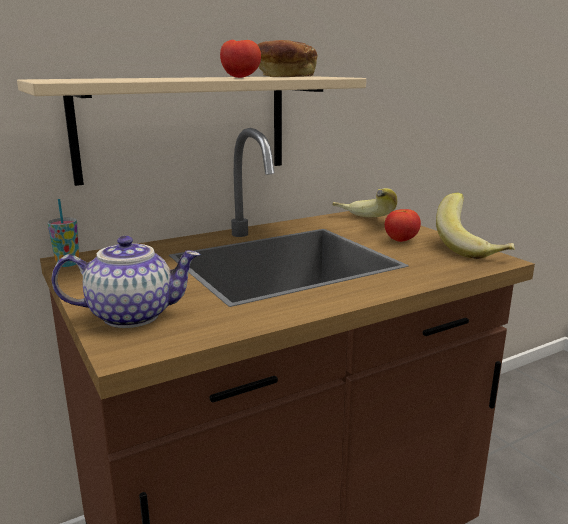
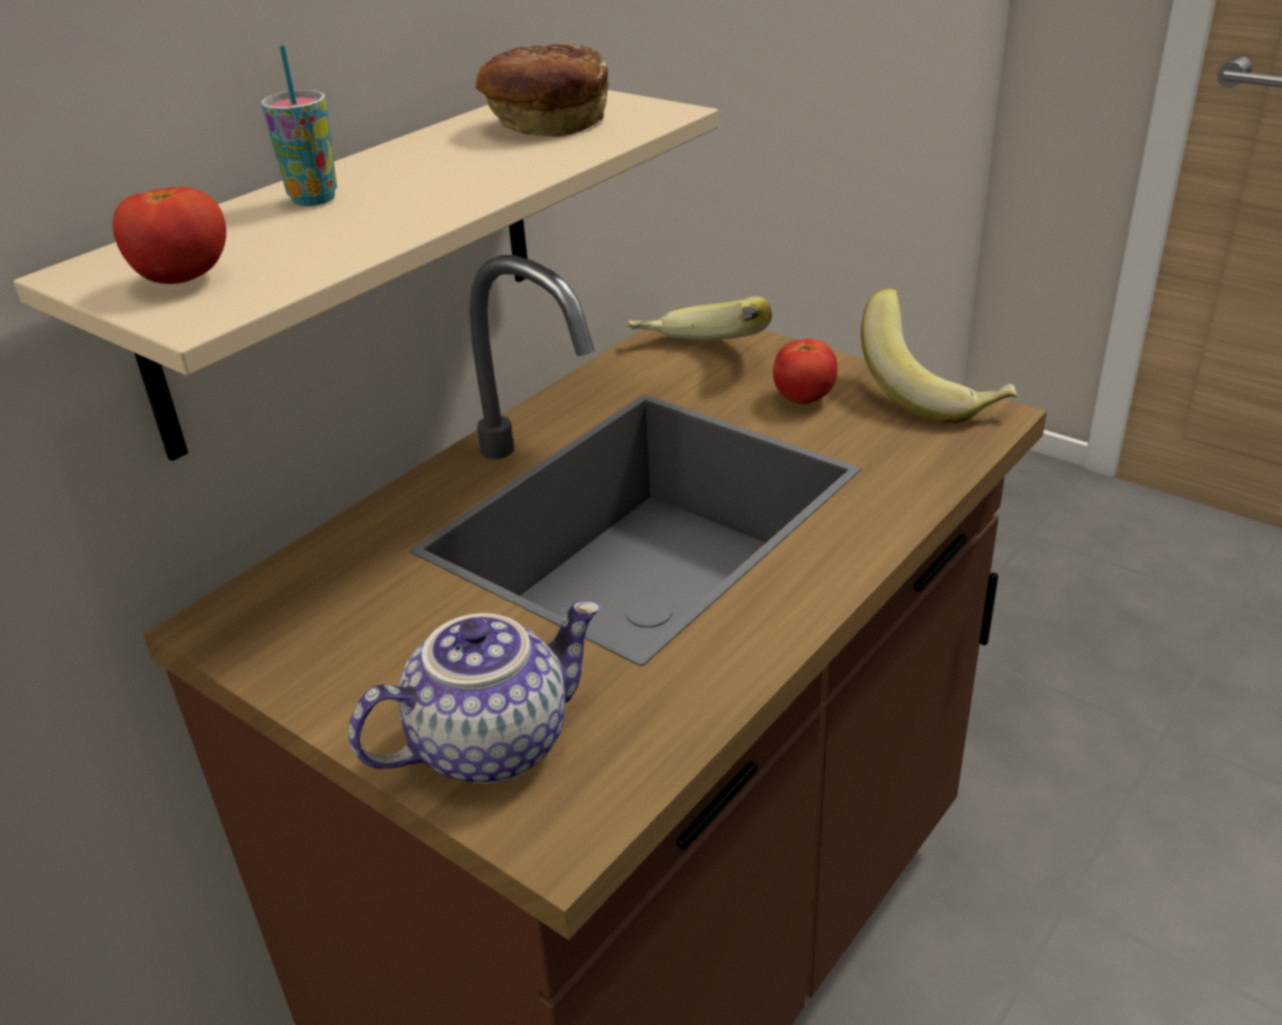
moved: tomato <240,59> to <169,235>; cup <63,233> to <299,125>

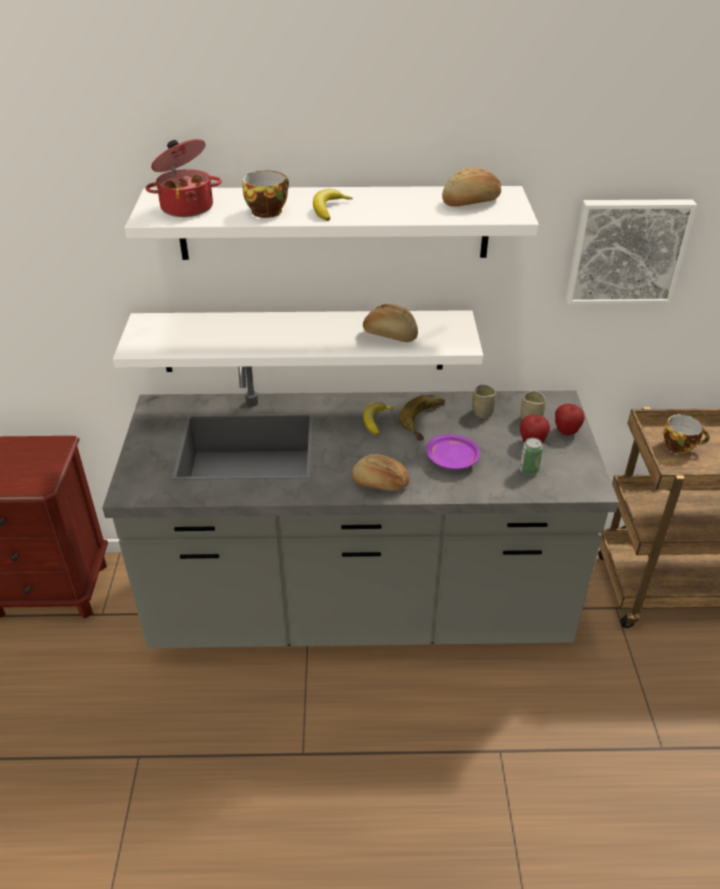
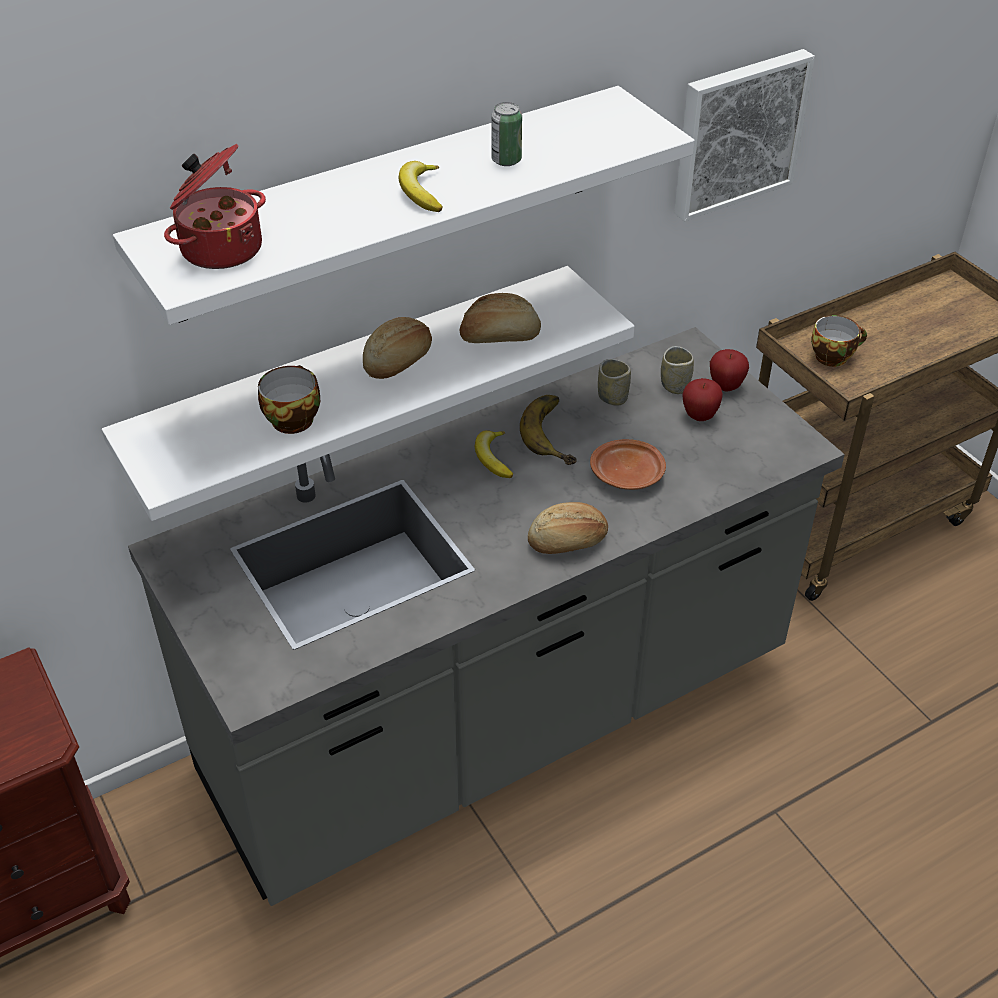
moved: cup <266,194> to <289,399>; bread <471,187> to <397,348>; can <531,456> to <506,134>
recoloured: purple_plate <453,451> to brown_plate <628,464>

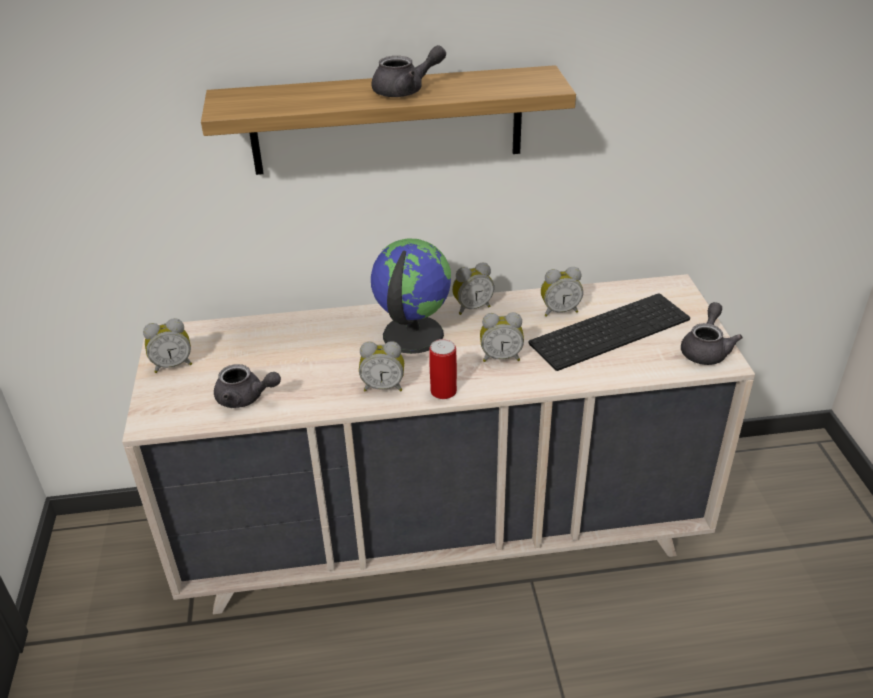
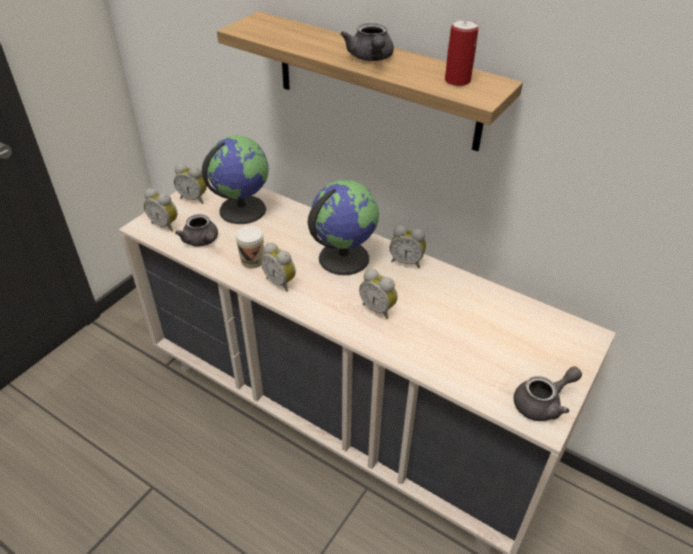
removed: keyboard <609,332>
added: globe <235,180>; cup <249,247>
moved: alarm_clock <562,292> to <160,210>; can <443,369> to <462,53>
turned: grey_teapot <409,71> = <367,42> 60 degrees clockwise

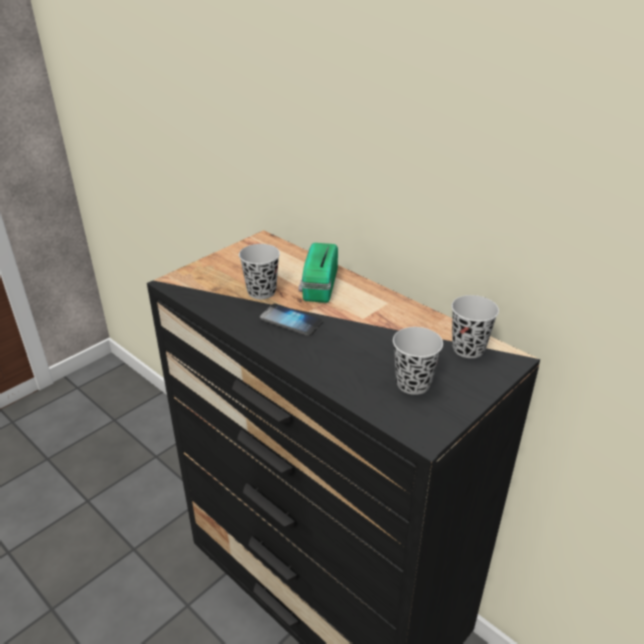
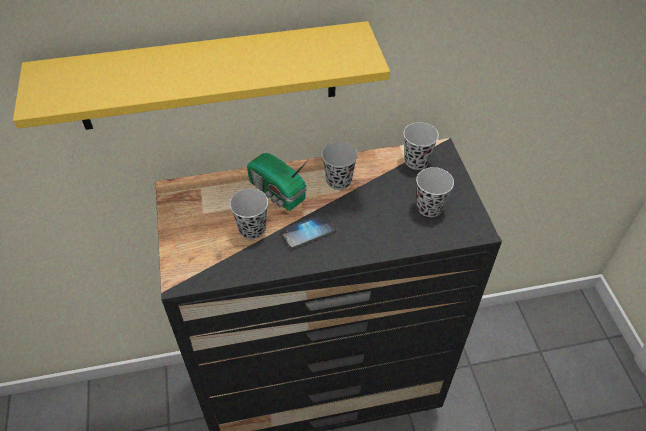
added: yellow_shelf <201,75>; black_cup <340,166>

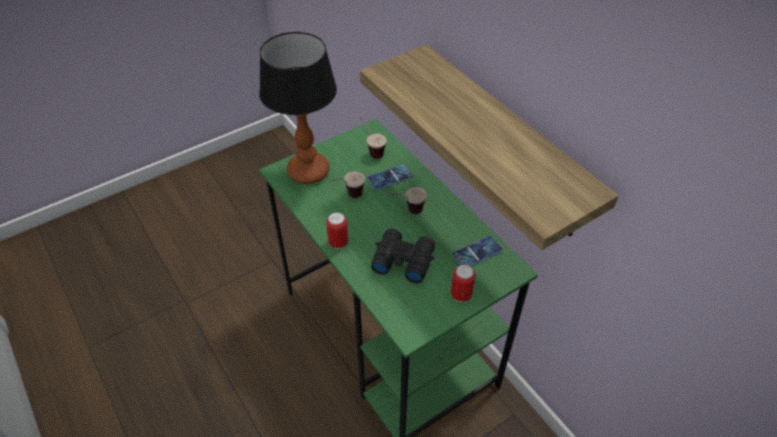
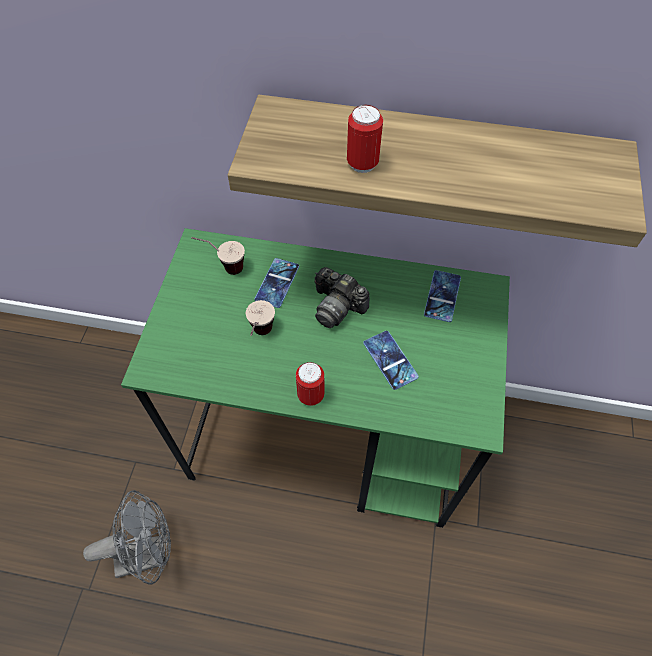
removed: table_lamp <298,108>
added: grey_fan <127,537>
moved: can <463,283> to <365,139>
replaced: cup <409,200> to photo_camera <342,297>; black_binoculars <403,256> to phone <391,360>

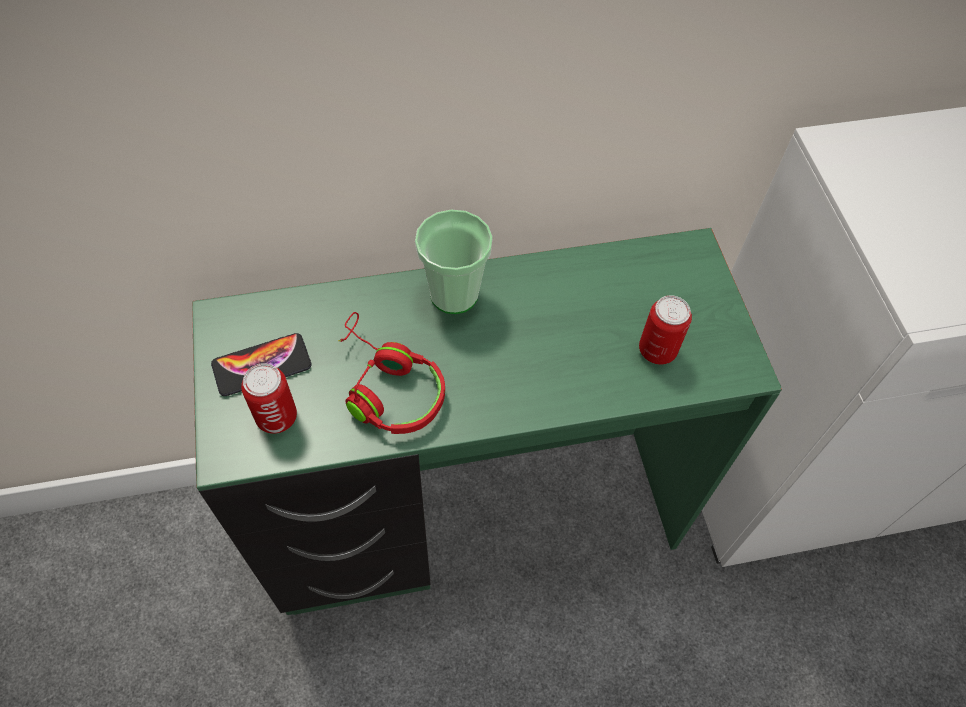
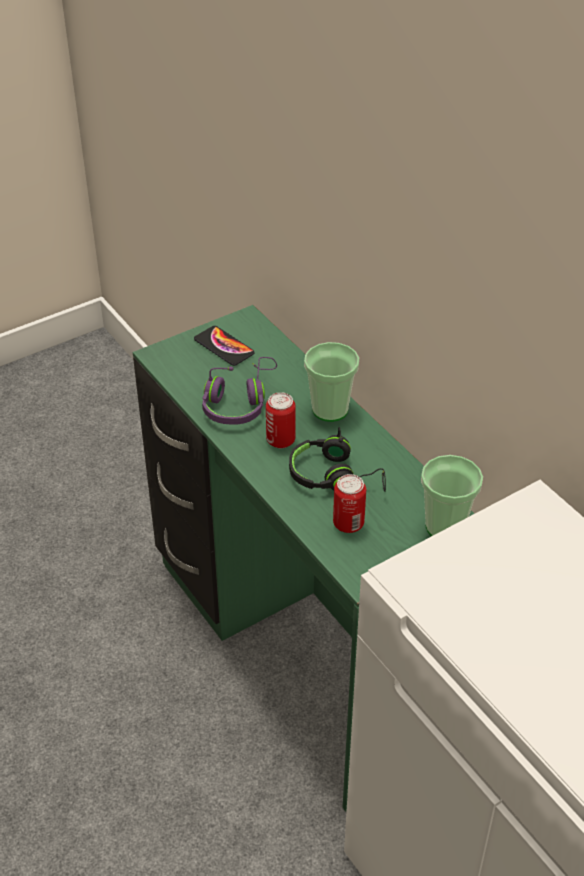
added: black_headphones <337,459>; cup <452,495>
moved: can <269,398> to <281,420>
recoloured: red_headphones <391,373> to purple_headphones <239,391>

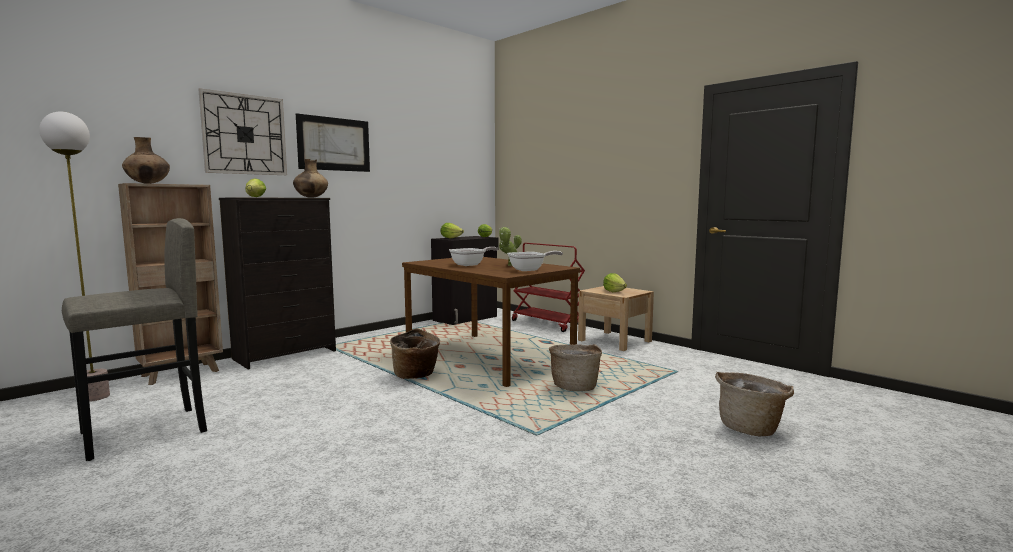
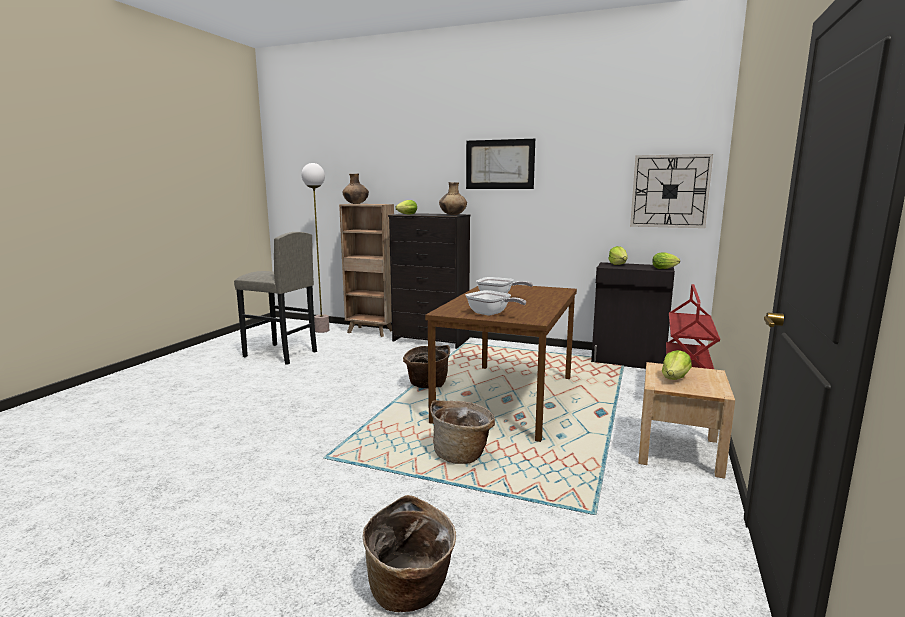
removed: potted_plant <510,246>
moved: wall_clock <242,131> to <671,191>

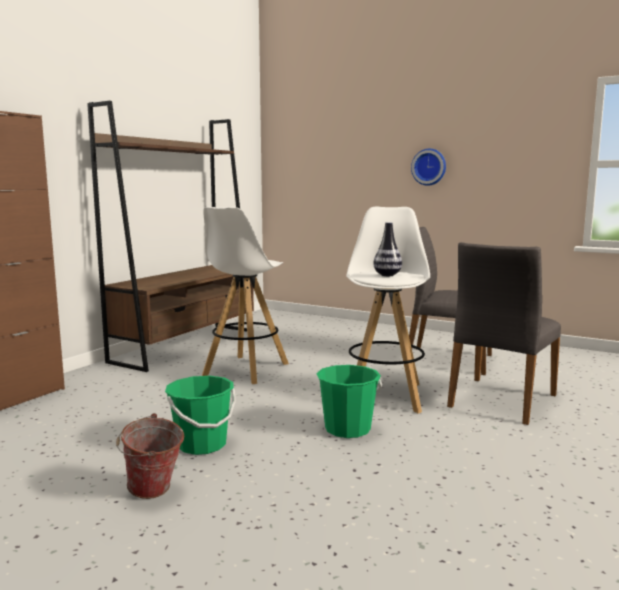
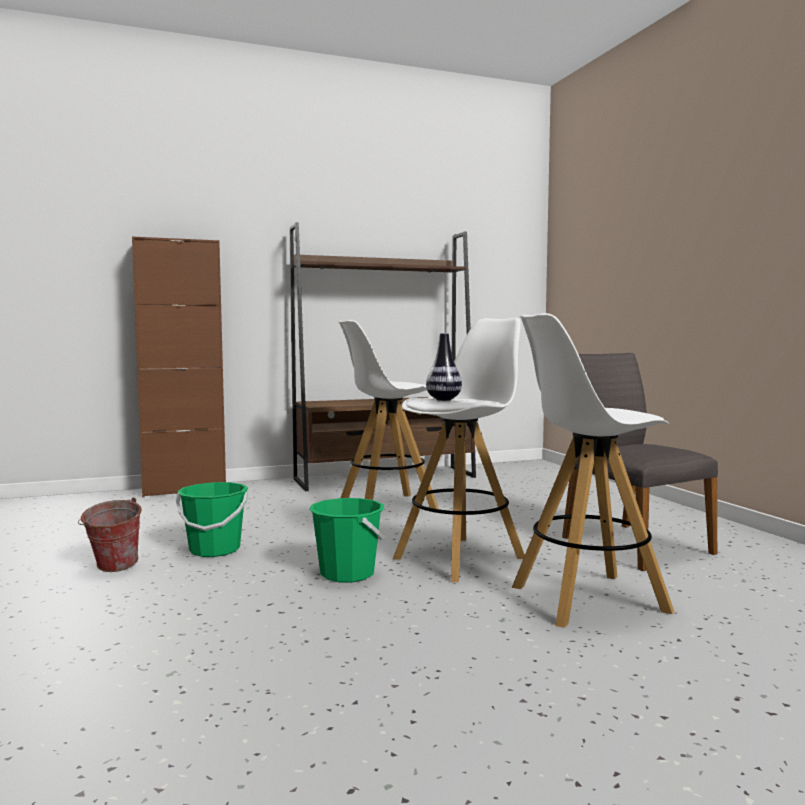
removed: wall_clock <428,167>
replaced: grey_chair <504,333> to white_stool <593,470>

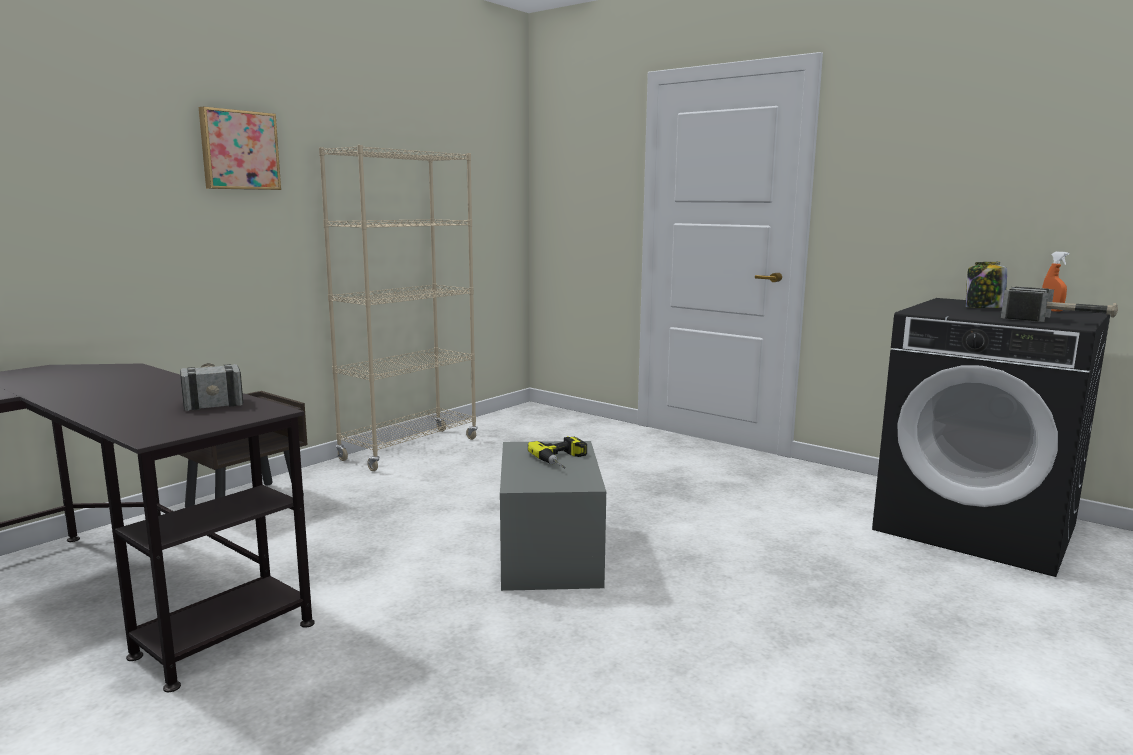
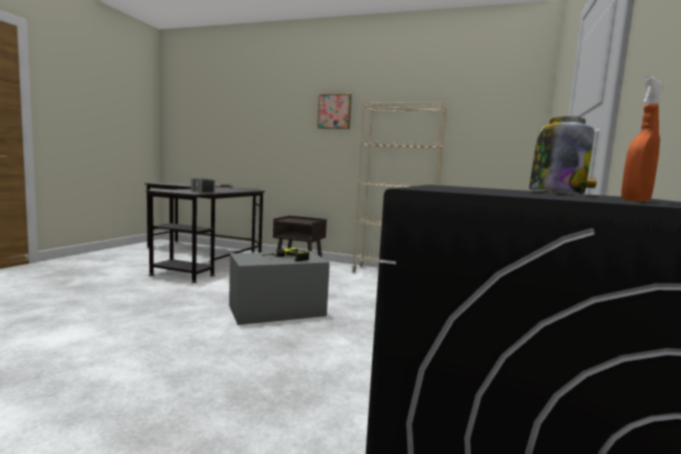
removed: hammer <1059,304>

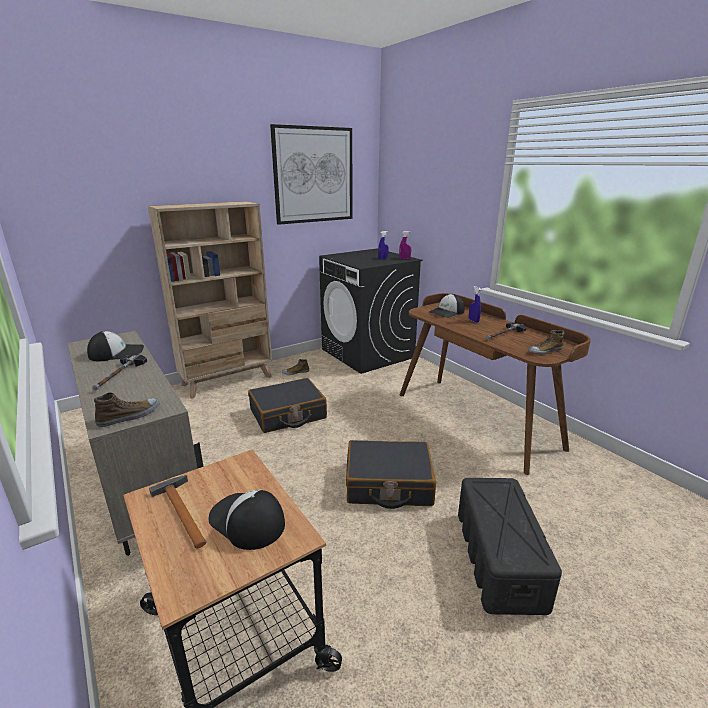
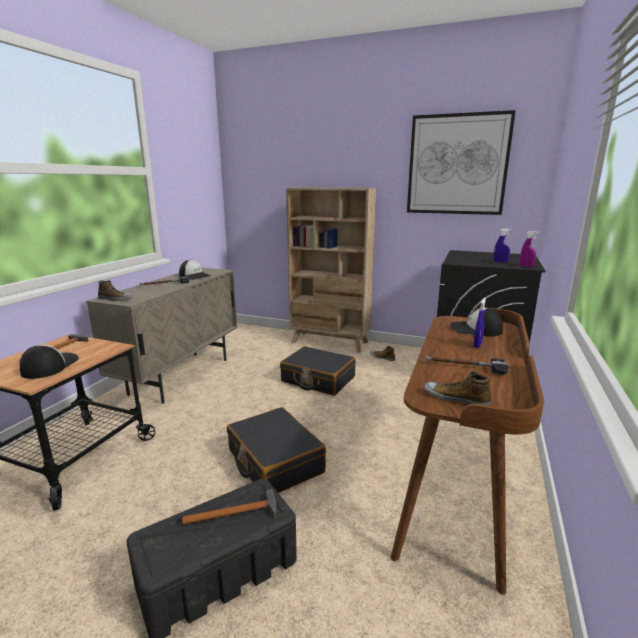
added: hammer <229,507>

